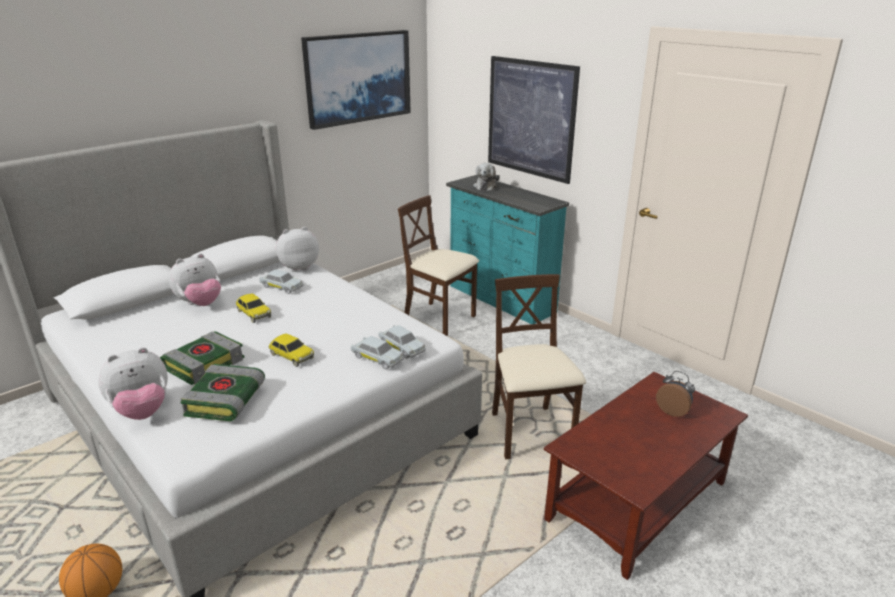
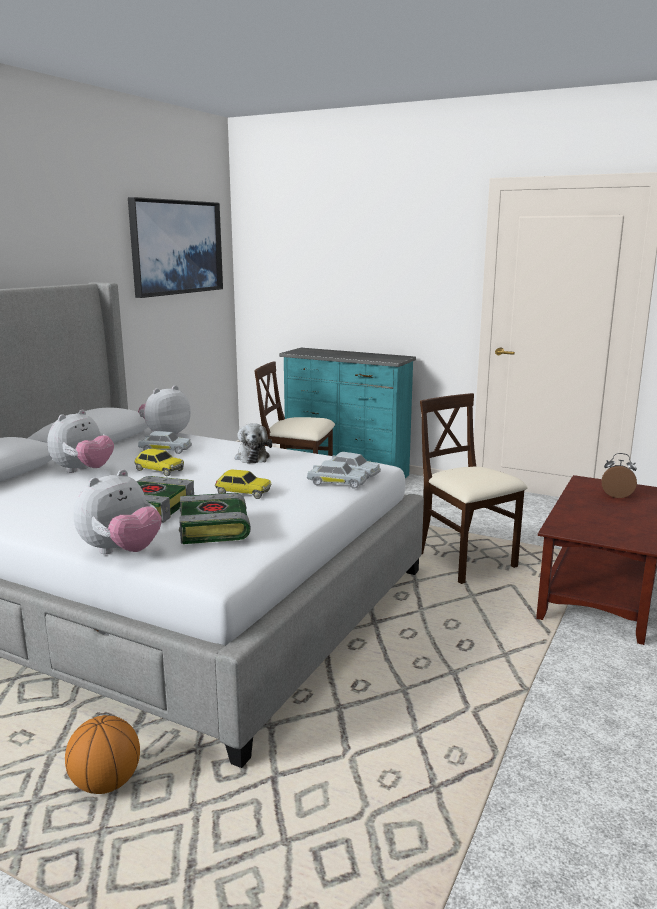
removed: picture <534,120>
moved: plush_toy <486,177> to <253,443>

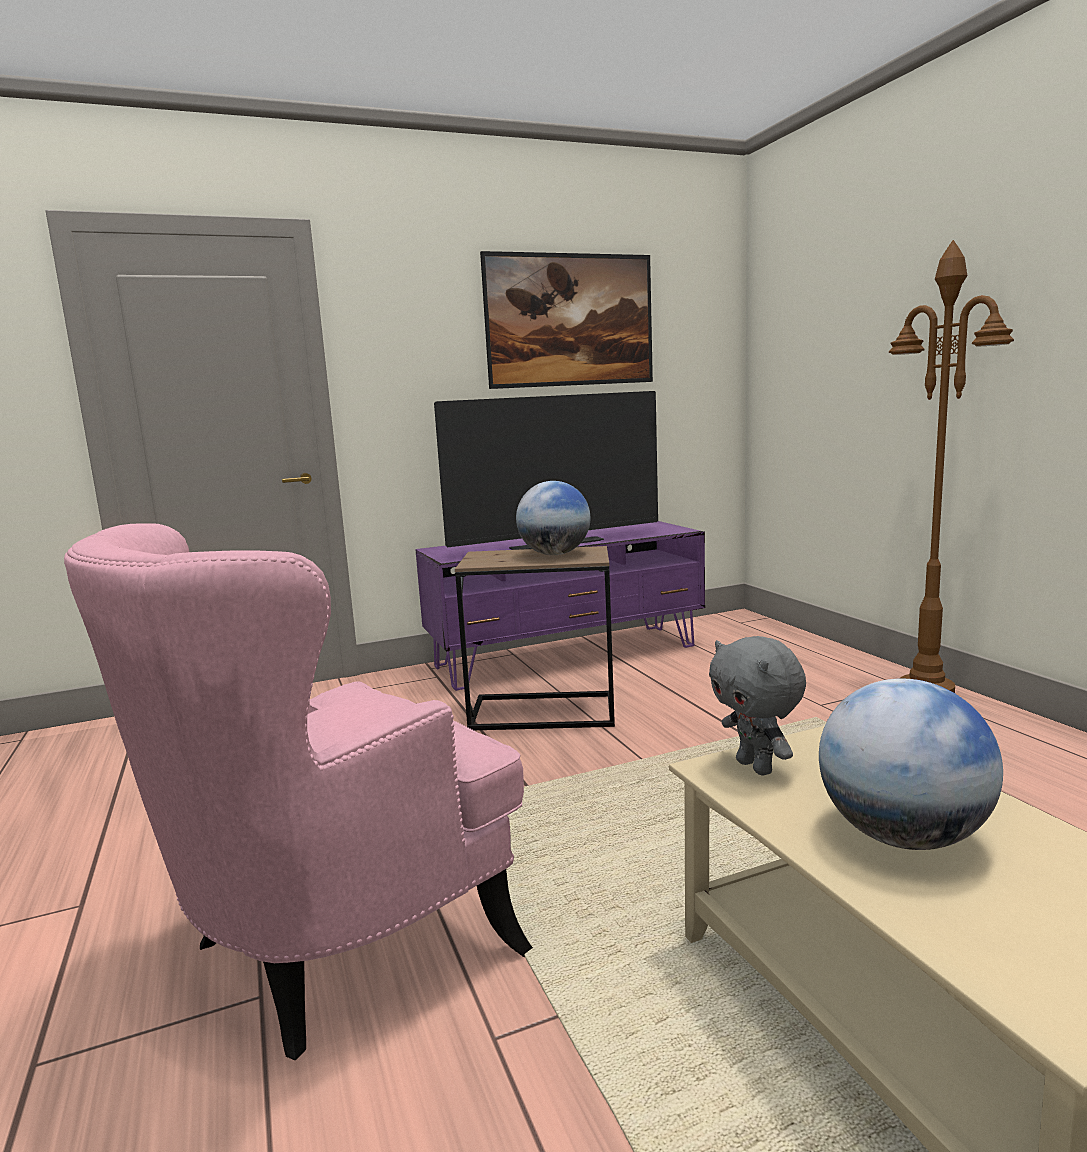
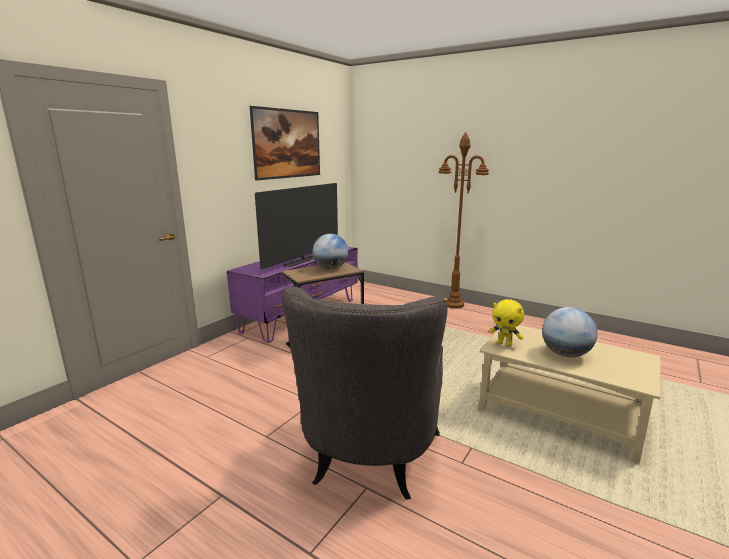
recoloured: pink_armchair <298,791> to grey_armchair <365,393>; grey_plush_toy <757,706> to yellow_plush_toy <506,323>

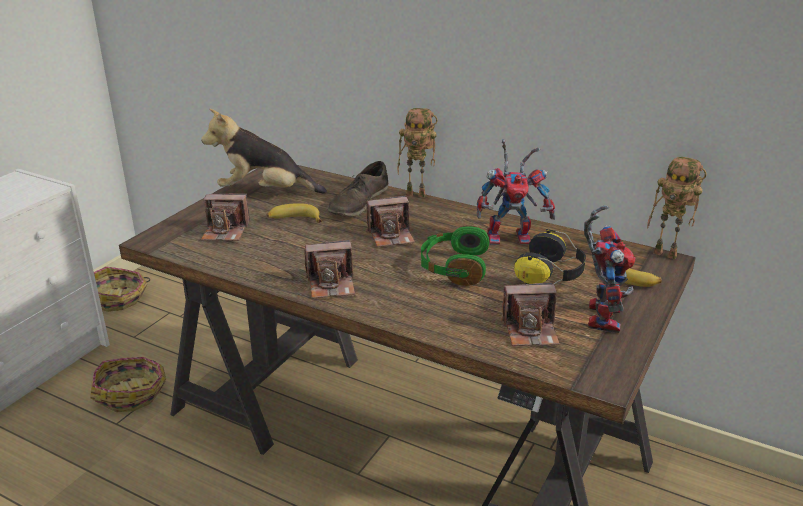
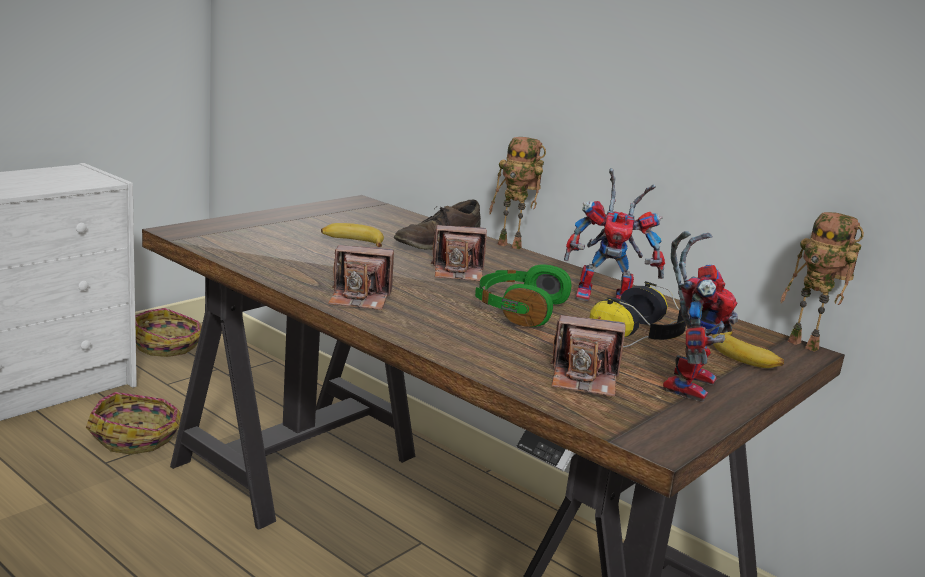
removed: plush_toy <264,151>; photo_camera <225,217>

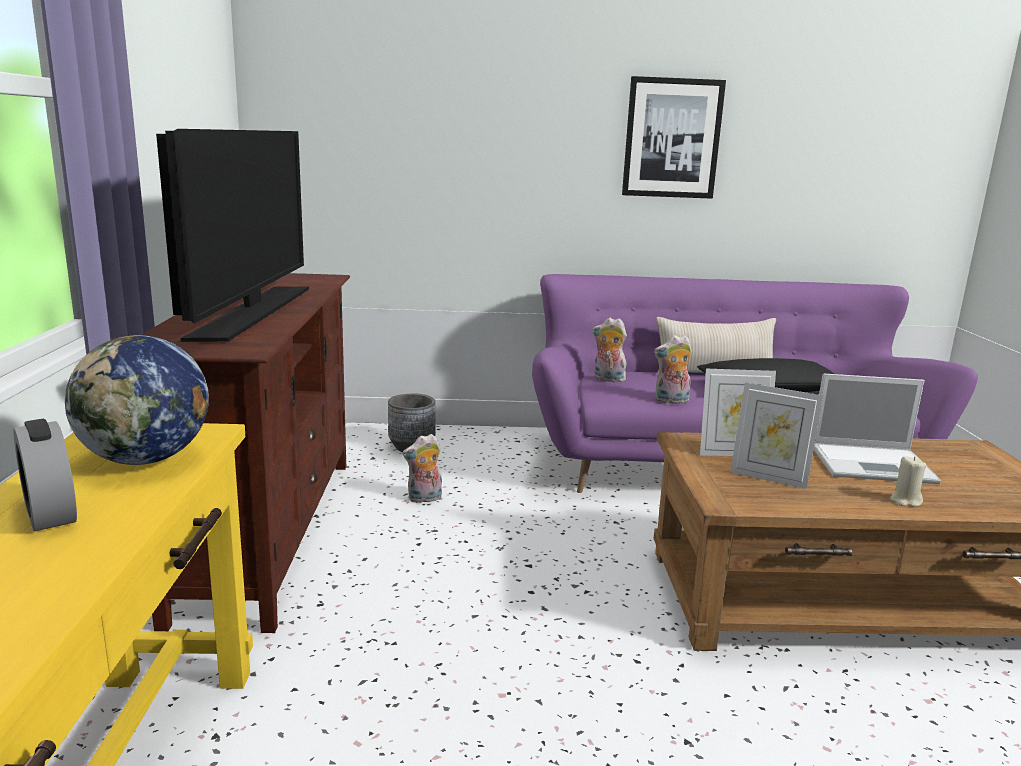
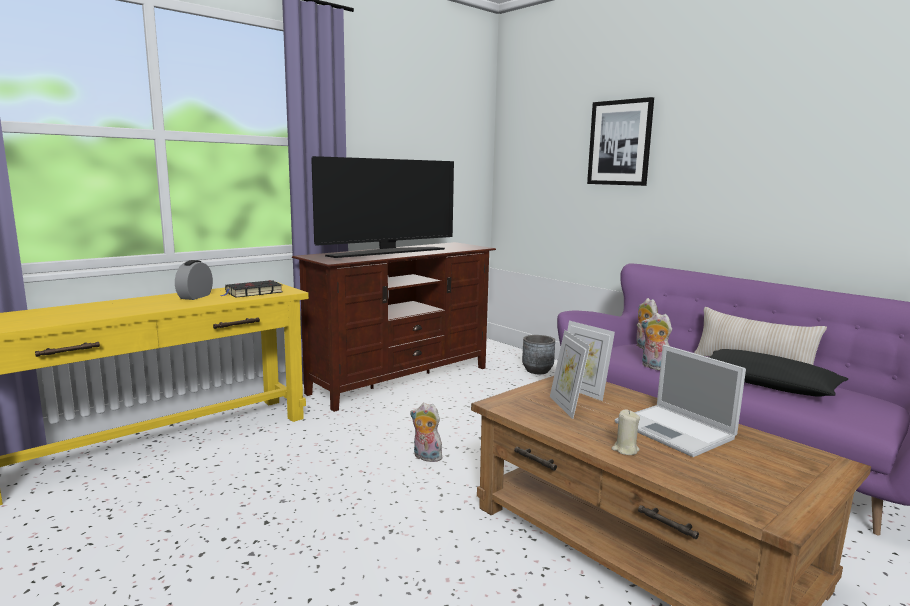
moved: plush_toy <422,468> to <426,432>; picture <674,137> to <620,141>
replaced: globe <137,400> to black_book <250,289>

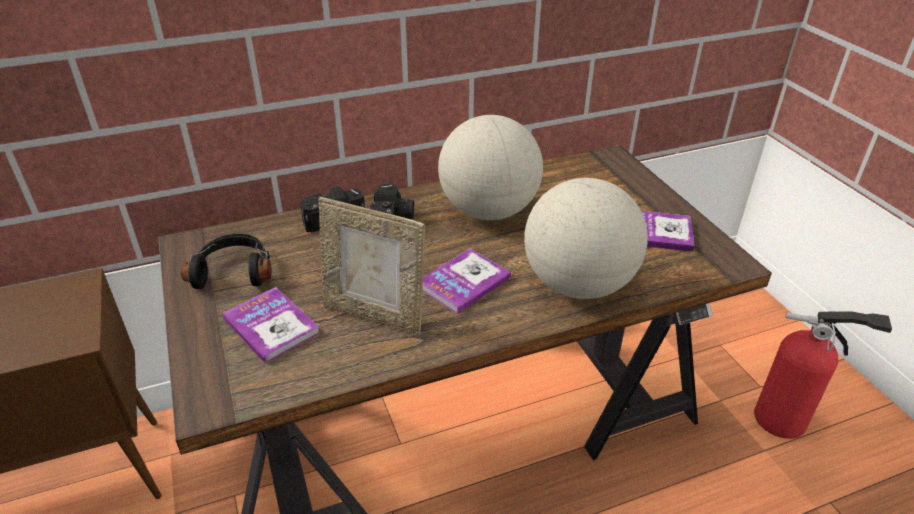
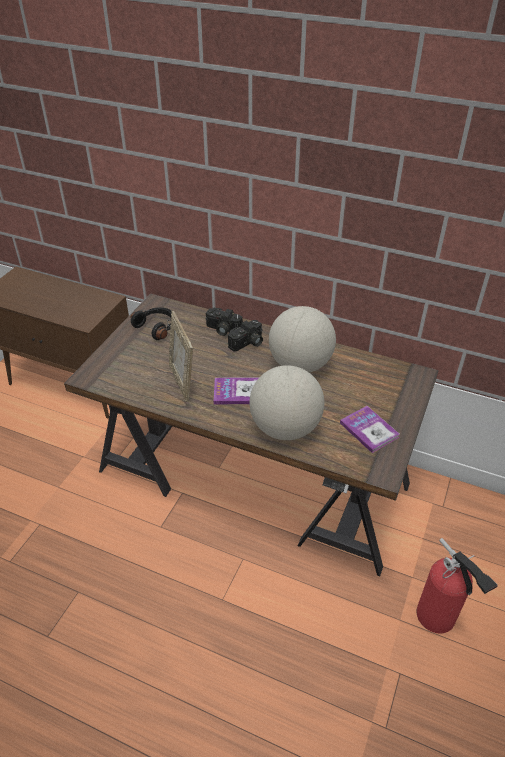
removed: book <271,325>

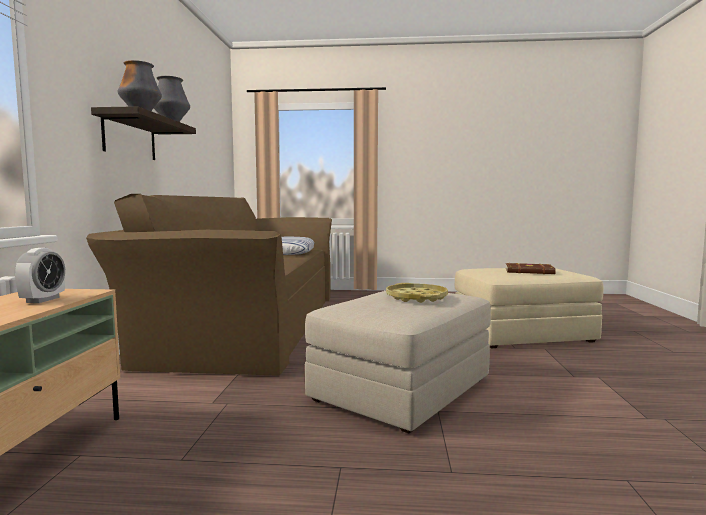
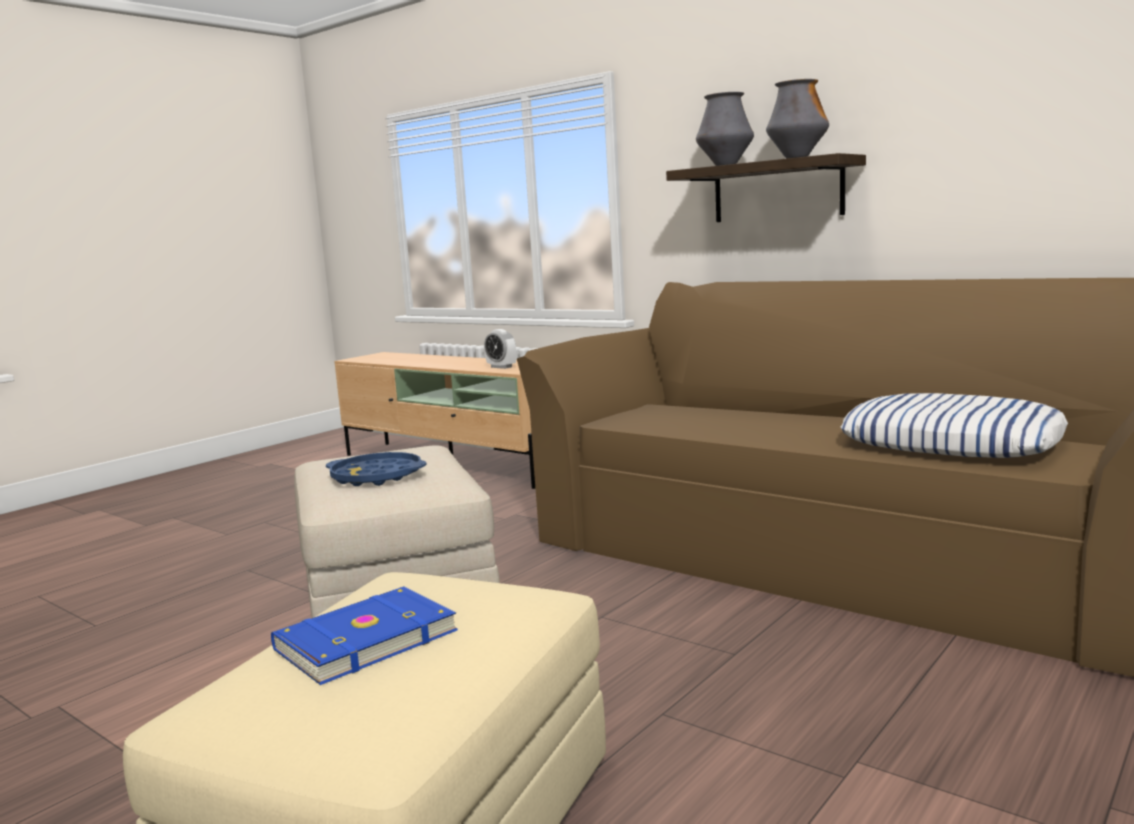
recoloured: brown_book <531,268> to blue_book <364,636>; yellow_tray <417,293> to blue_tray <376,469>

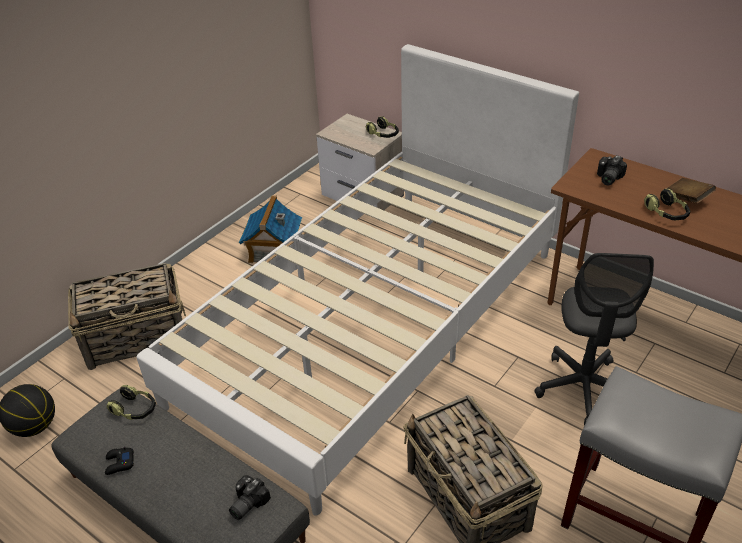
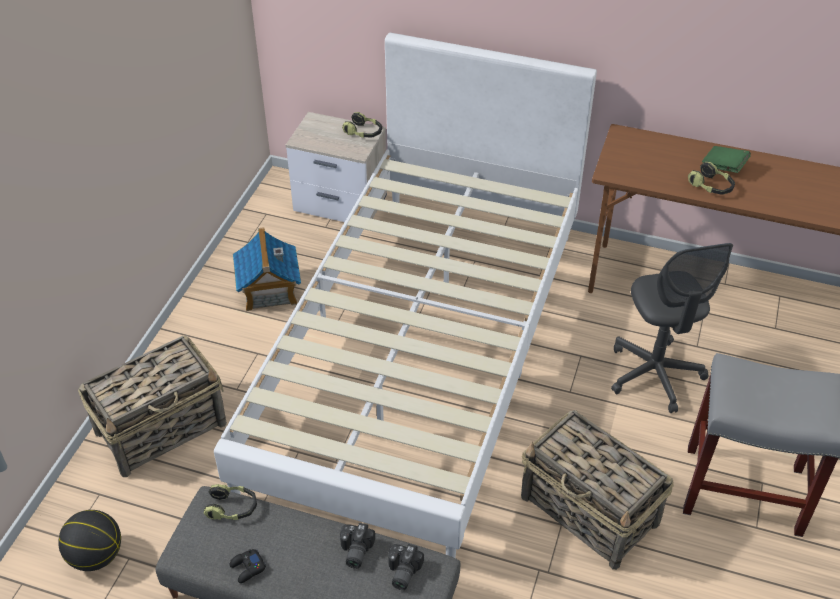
moved: photo_camera <612,170> to <357,546>
recoloured: brown_book <691,191> to green_book <726,159>

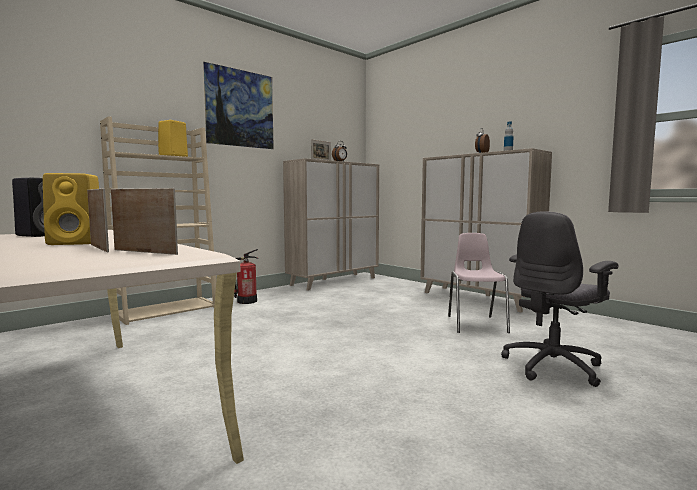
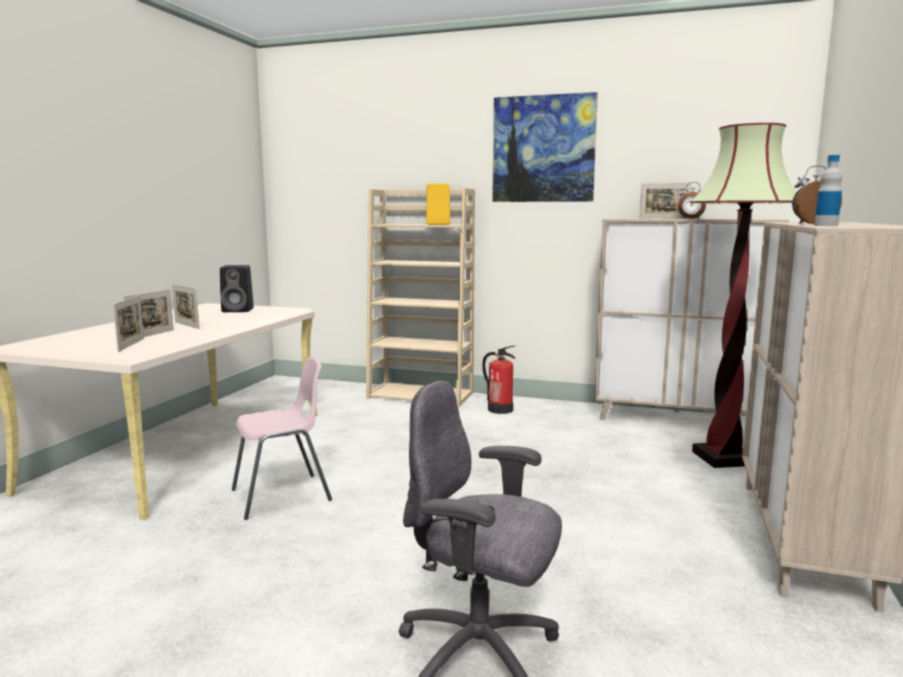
added: floor_lamp <743,295>
moved: pink_chair <479,283> to <282,438>
replaced: yellow_speaker <71,209> to picture_frame <186,306>

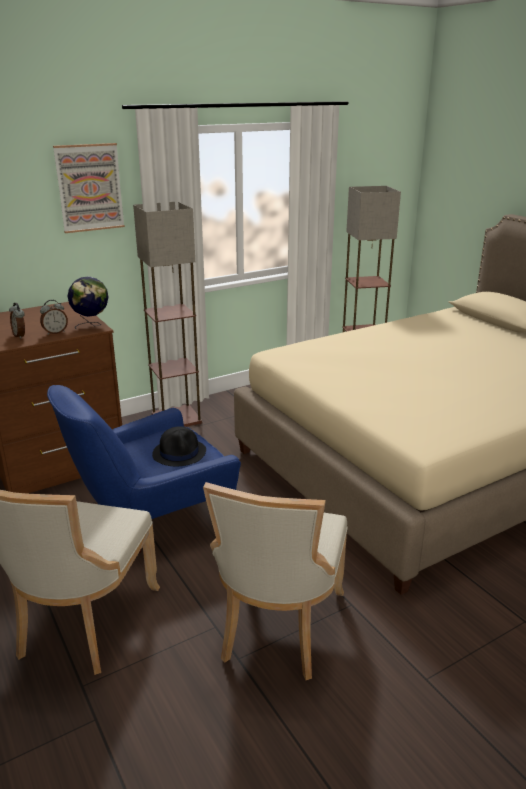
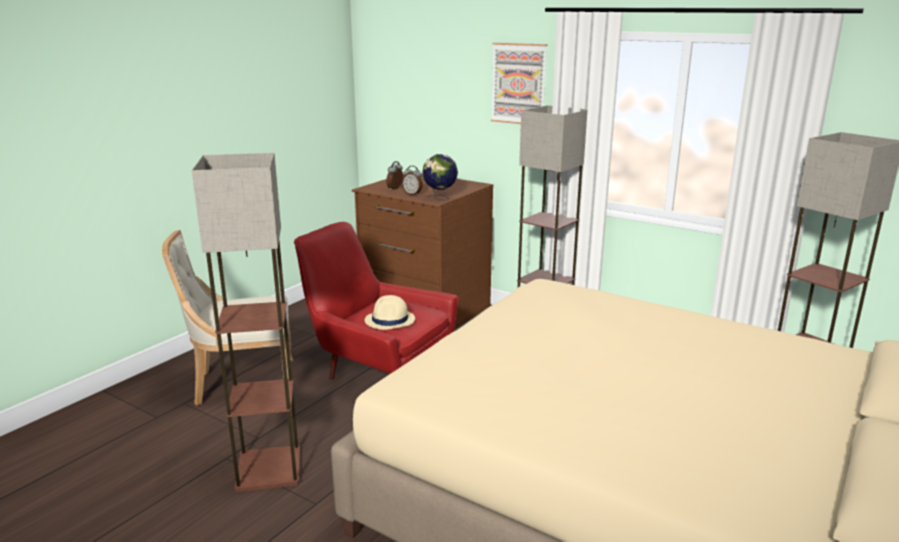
replaced: beige_chair <275,581> to floor_lamp <245,322>
recoloured: blue_armchair <144,469> to red_armchair <376,301>; black_hat <179,446> to beige_hat <390,312>

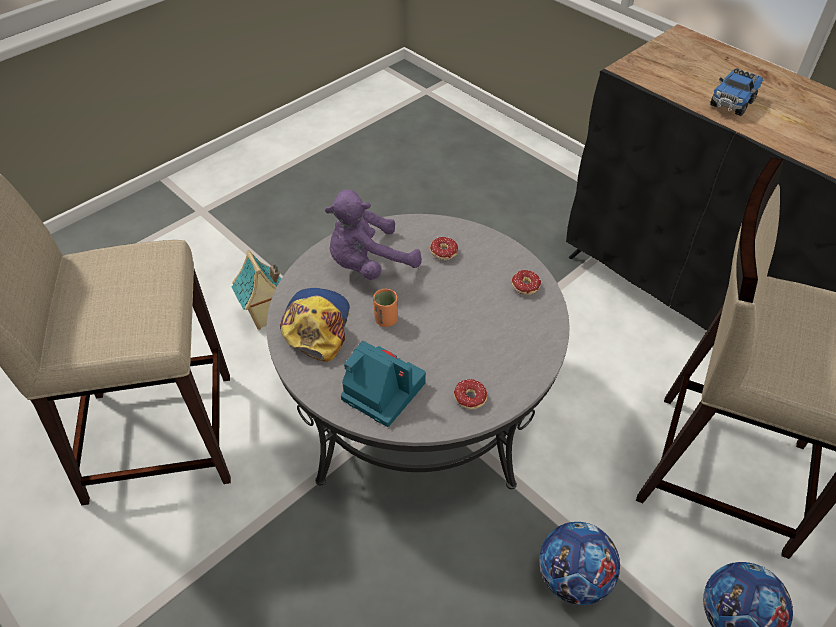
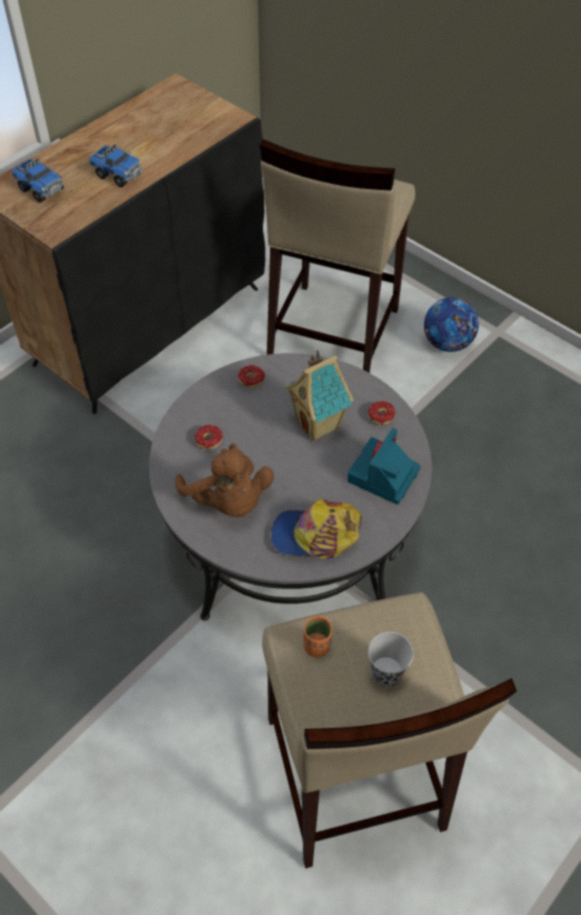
removed: football <579,563>
added: toy_truck <38,180>; black_cup <390,659>
moved: toy_house <256,290> to <319,395>; orange_cup <385,308> to <317,637>
recoloured: purple_plush_toy <373,235> to brown_plush_toy <224,480>

